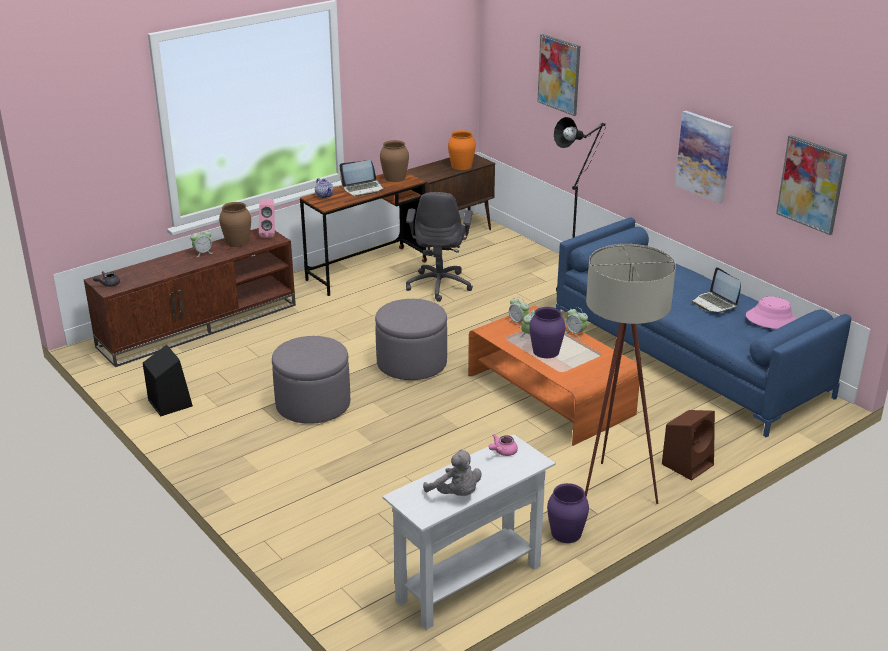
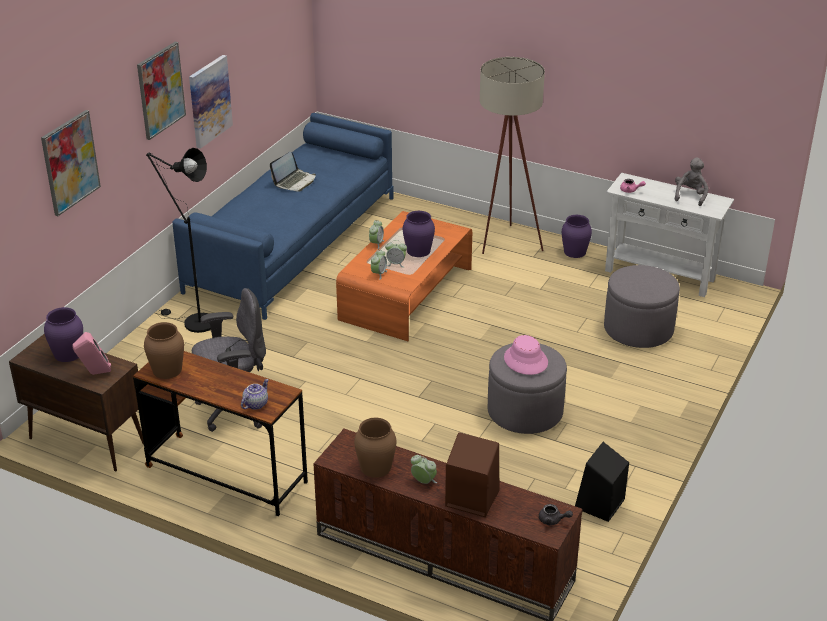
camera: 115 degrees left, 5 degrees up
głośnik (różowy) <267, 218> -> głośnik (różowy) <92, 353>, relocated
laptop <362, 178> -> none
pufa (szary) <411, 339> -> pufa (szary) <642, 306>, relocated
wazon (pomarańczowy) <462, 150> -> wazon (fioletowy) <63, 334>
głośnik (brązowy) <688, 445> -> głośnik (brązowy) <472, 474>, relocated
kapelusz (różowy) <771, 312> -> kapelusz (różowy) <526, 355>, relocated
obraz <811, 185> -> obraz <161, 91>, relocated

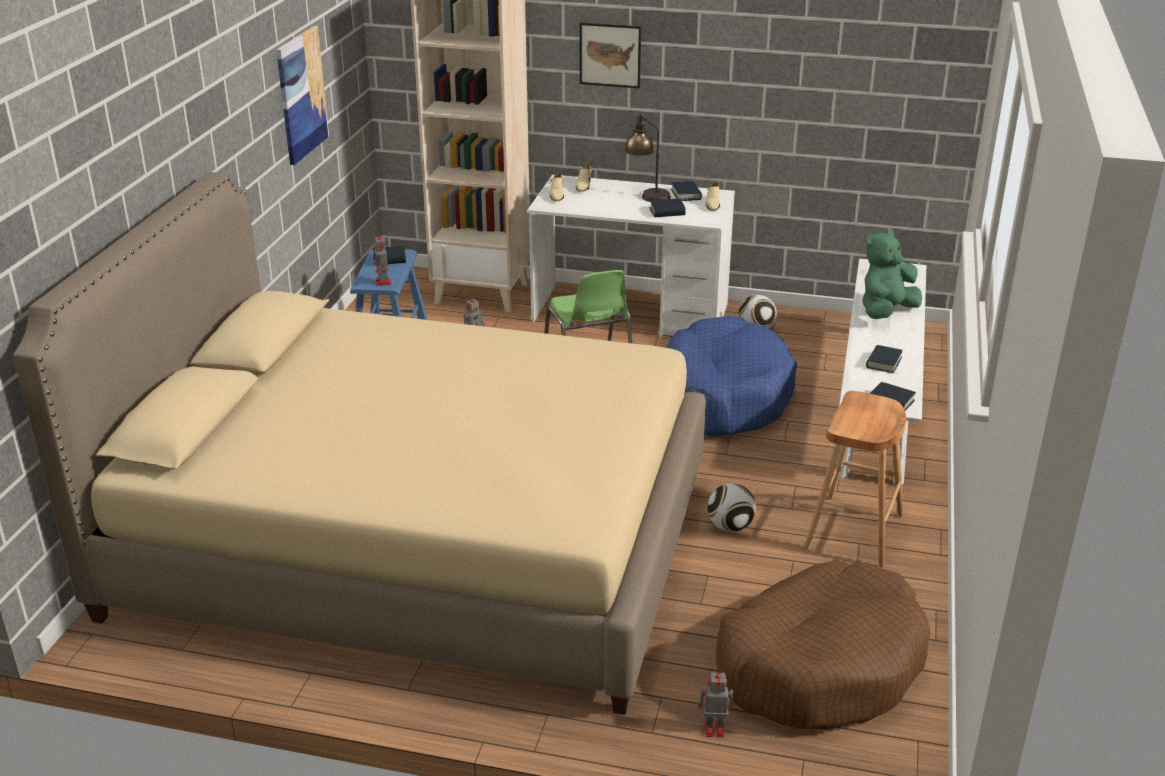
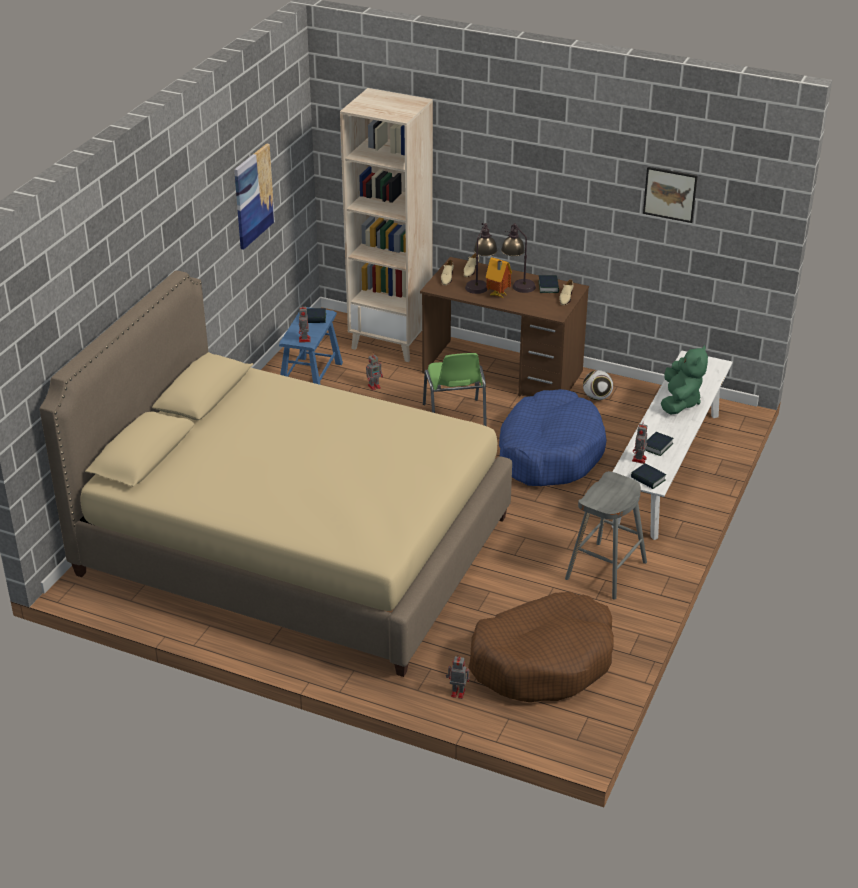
camera: 10 degrees right, 5 degrees up
biurko (biały) <631, 255> -> biurko (brązowy) <504, 326>
obraz <610, 55> -> obraz <670, 195>, relocated
książka <667, 207> -> none
piłka futbolowa <731, 507> -> none
stołek (brązowy) <855, 479> -> stołek (szary) <606, 535>
pluszak (zielony) <892, 274> -> pluszak (zielony) <684, 380>, 135 degrees clockwise
none -> lampa stołowa <481, 258>
none -> domek <498, 278>
none -> robot zabawkowy <639, 444>

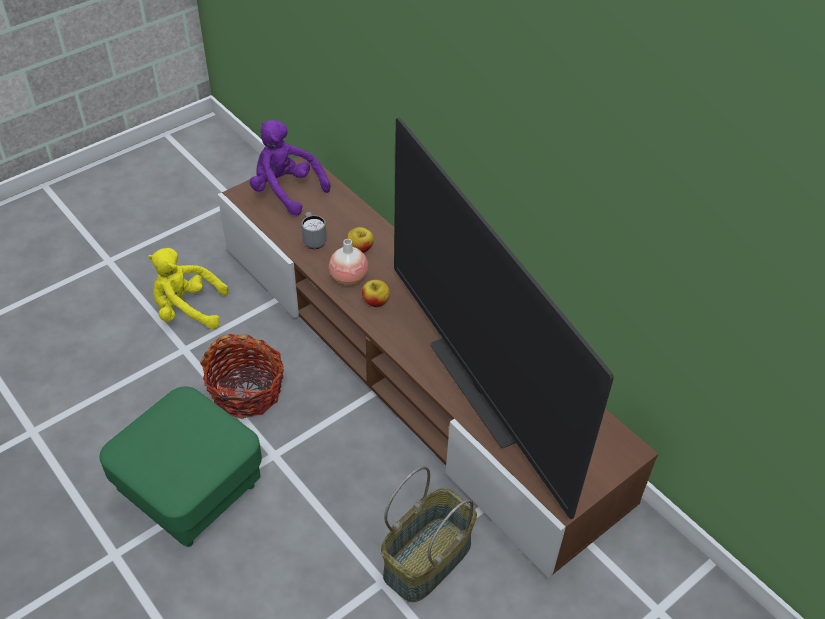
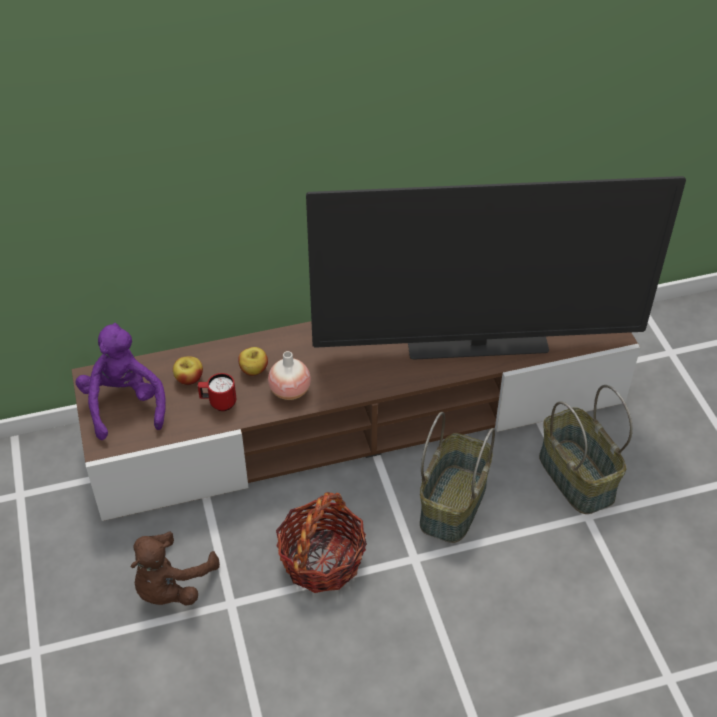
camera: 65 degrees left, 0 degrees up
pufa (zielony) <181, 467> -> none
pluszak (żółty) <188, 288> -> pluszak (brązowy) <175, 568>
pluszak (fioletowy) <290, 168> -> pluszak (fioletowy) <121, 381>, 105 degrees clockwise
kubek (szary) <314, 230> -> kubek (czerwony) <217, 392>
jabłko <376, 293> -> jabłko <188, 370>, relocated
none -> koszyk <457, 477>

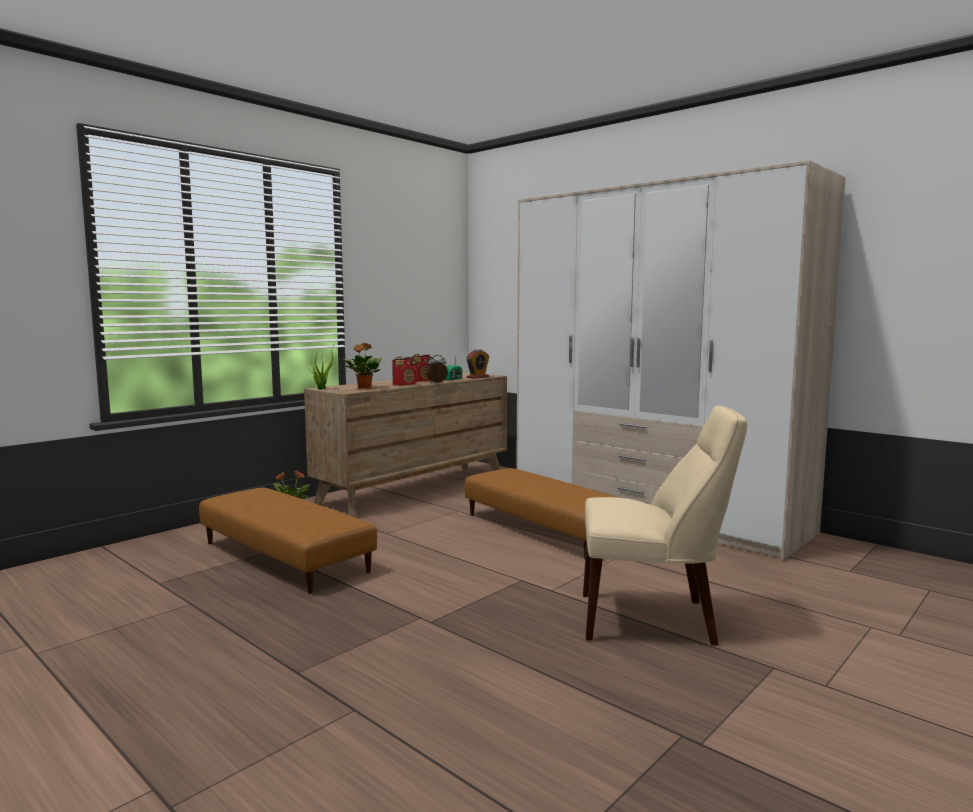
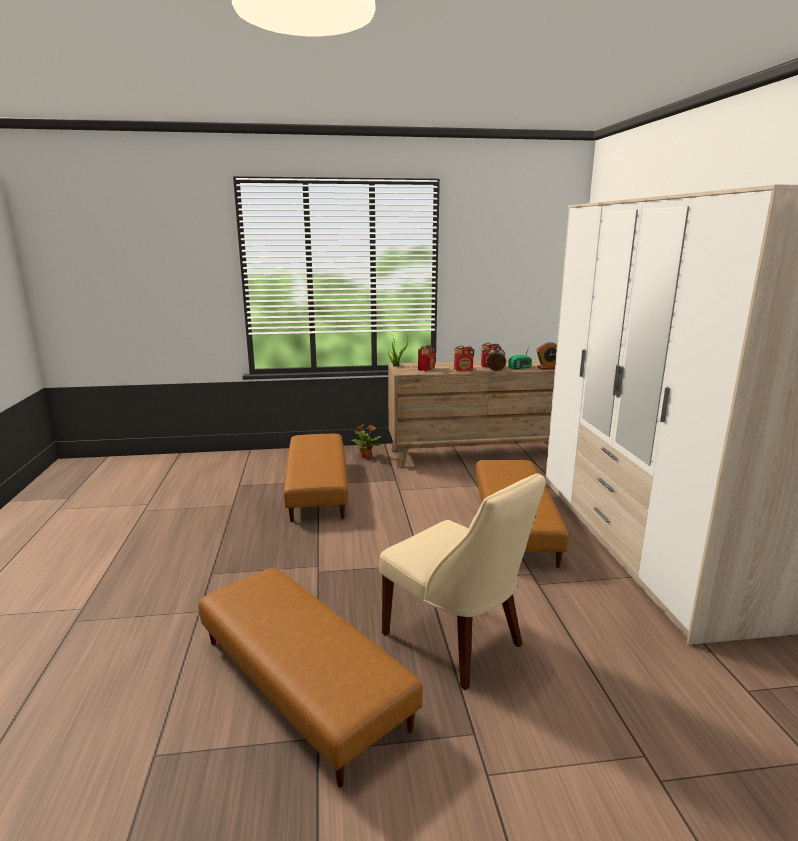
camera: 40 degrees right, 10 degrees up
roślina doniczkowa <362, 365> -> radio <426, 358>
none -> pufa (brązowy) <310, 677>

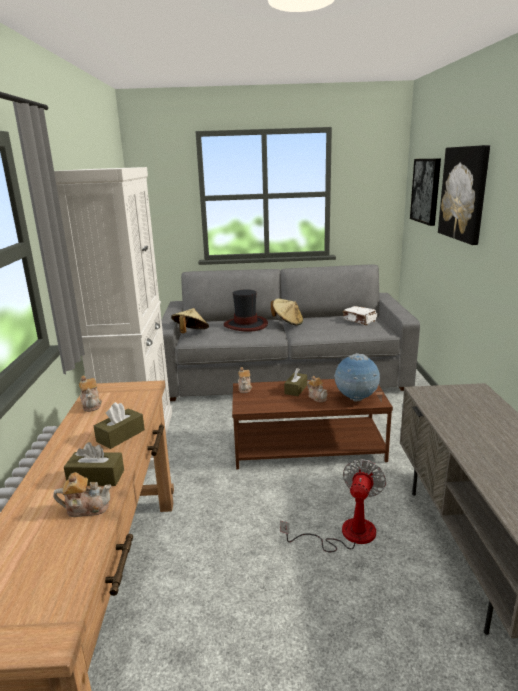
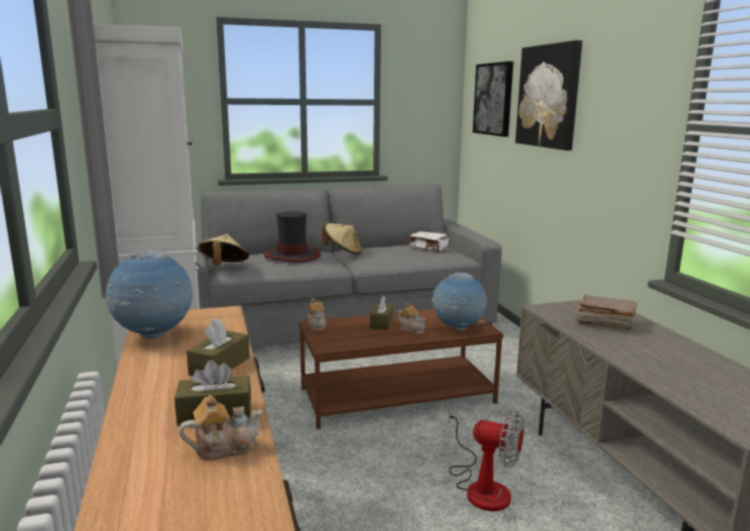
camera: 15 degrees left, 5 degrees down
imbryk <90, 393> -> globus <149, 294>
wentylator <333, 505> -> wentylator <486, 459>, 105 degrees clockwise
none -> książka (brązowy) <606, 312>

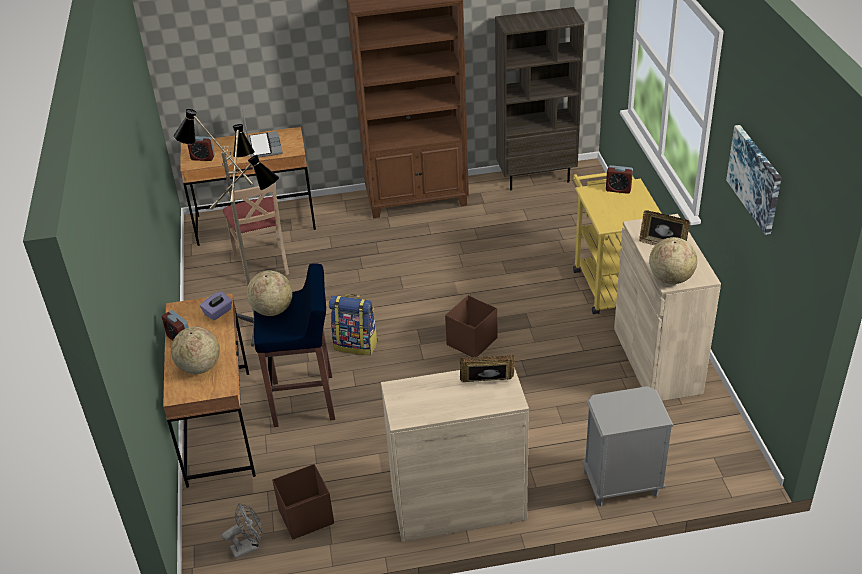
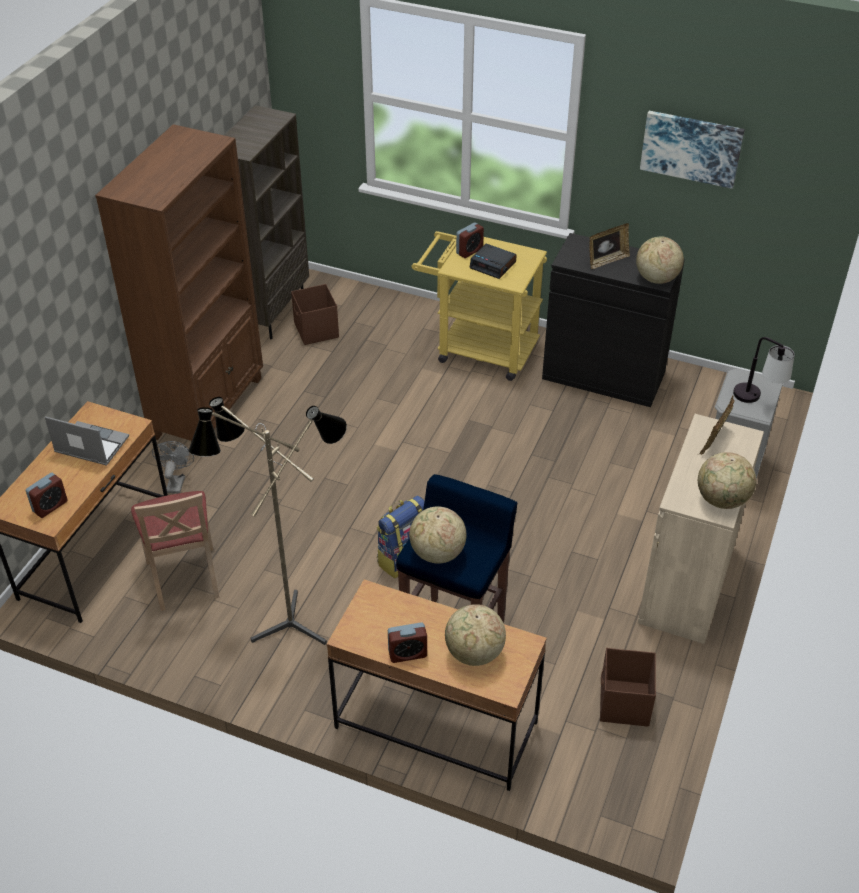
camera: 60 degrees left, 5 degrees up
pudełko chusteczek (fioletowy) <216, 305> -> none
wentylator (szary) <242, 531> -> wentylator (szary) <173, 467>, relocated
krzesło (beżowy) <256, 232> -> krzesło (beżowy) <175, 551>, 60 degrees clockwise
pojemnik do przechowywania (brązowy) <471, 326> -> pojemnik do przechowywania (brązowy) <315, 314>, relocated
szafka (beżowy) <667, 307> -> szafka (czarny) <613, 320>
none -> budzik <493, 261>
none -> globus <727, 480>
none -> lampa stołowa <764, 370>

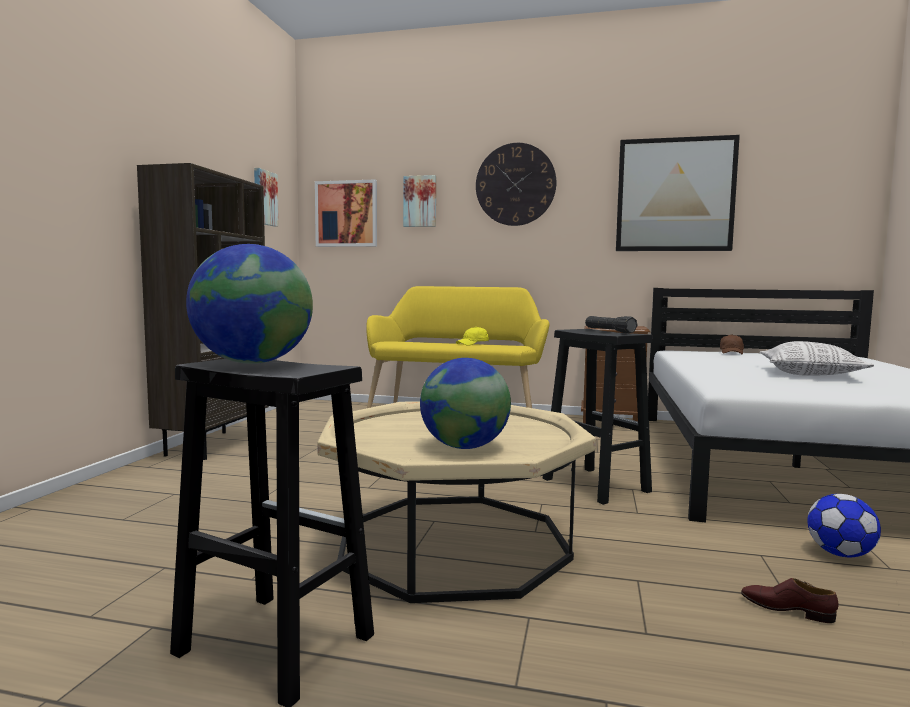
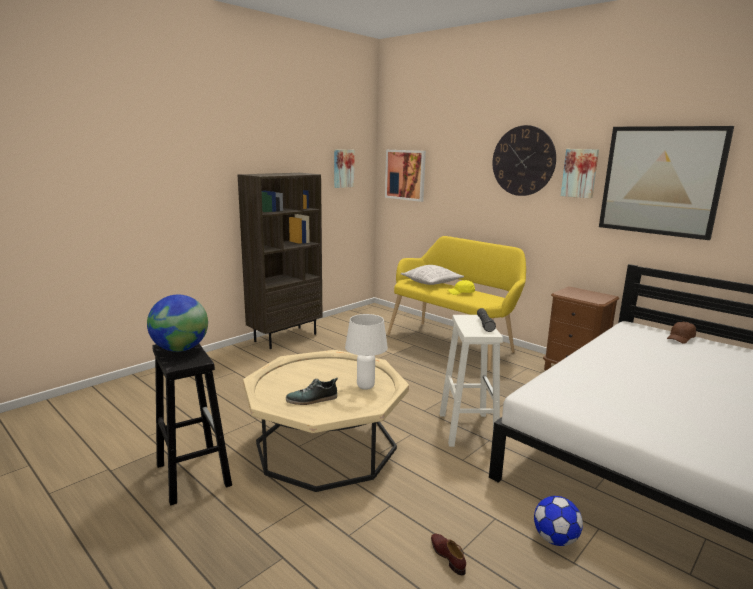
camera: 30 degrees right, 10 degrees up
obraz <419, 201> -> obraz <580, 174>, relocated
globus <465, 403> -> but <312, 391>
stołek (czarny) <598, 417> -> stołek (biały) <471, 381>
poduszka <817, 358> -> poduszka <432, 275>, relocated
none -> lampa stołowa (biały) <366, 352>

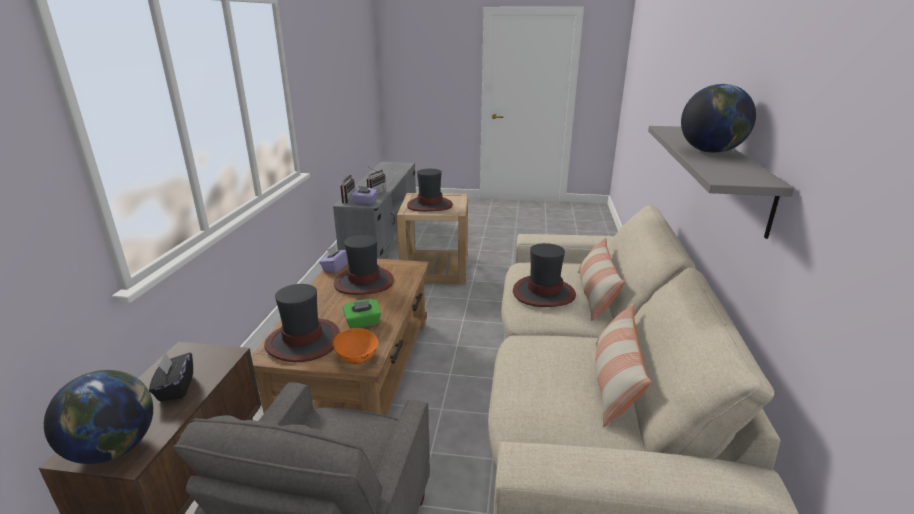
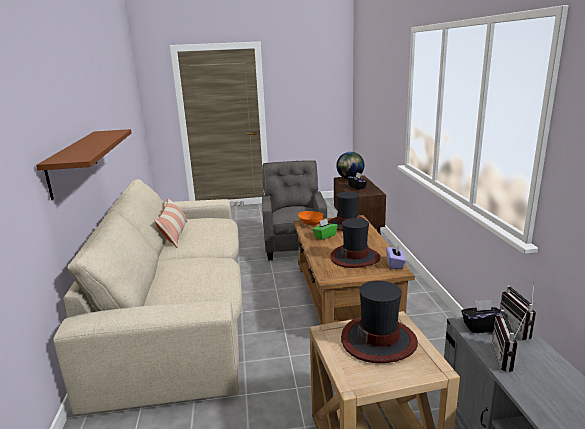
camera: 165 degrees right, 5 degrees down
pudełko chusteczek (fioletowy) <364, 195> -> pudełko chusteczek (czarny) <484, 316>
kapelusz <544, 275> -> none
poduszka <601, 279> -> none
półka (szary) <721, 182> -> półka (brązowy) <84, 164>
globus <718, 118> -> none

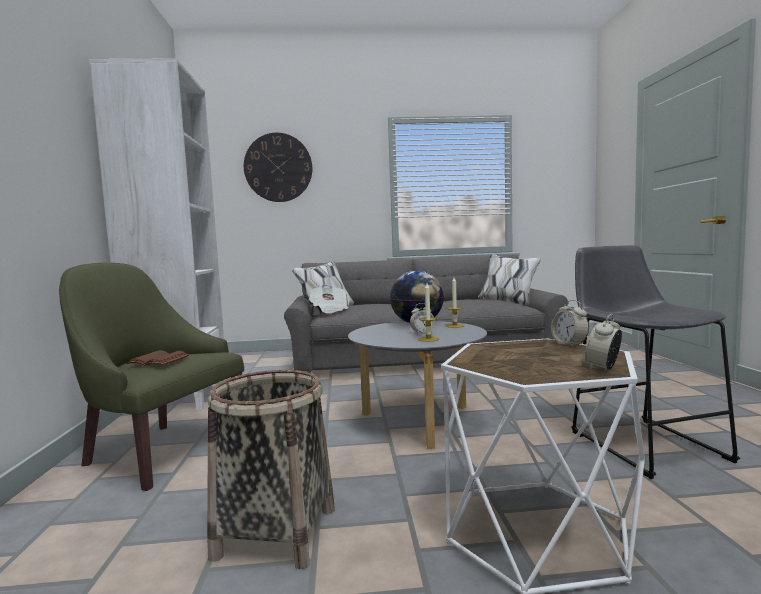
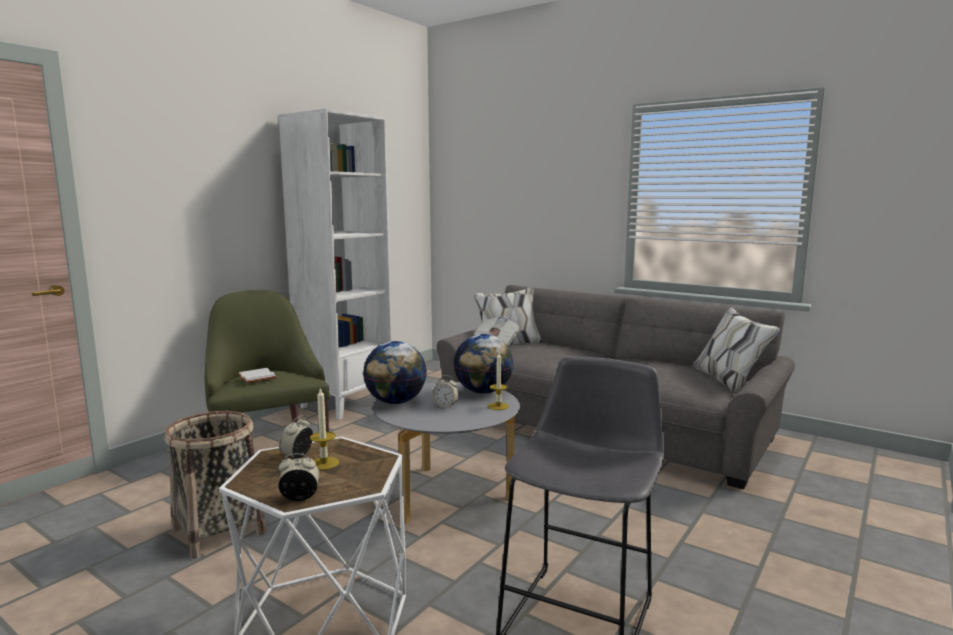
camera: 40 degrees right, 5 degrees up
książka (brązowy) <157, 358> -> książka (biały) <257, 375>
zegar ścienny <278, 167> -> none
świeca <428, 312> -> świeca <324, 429>, relocated
budzik <570, 323> -> budzik <296, 437>, relocated
none -> globus <395, 372>

